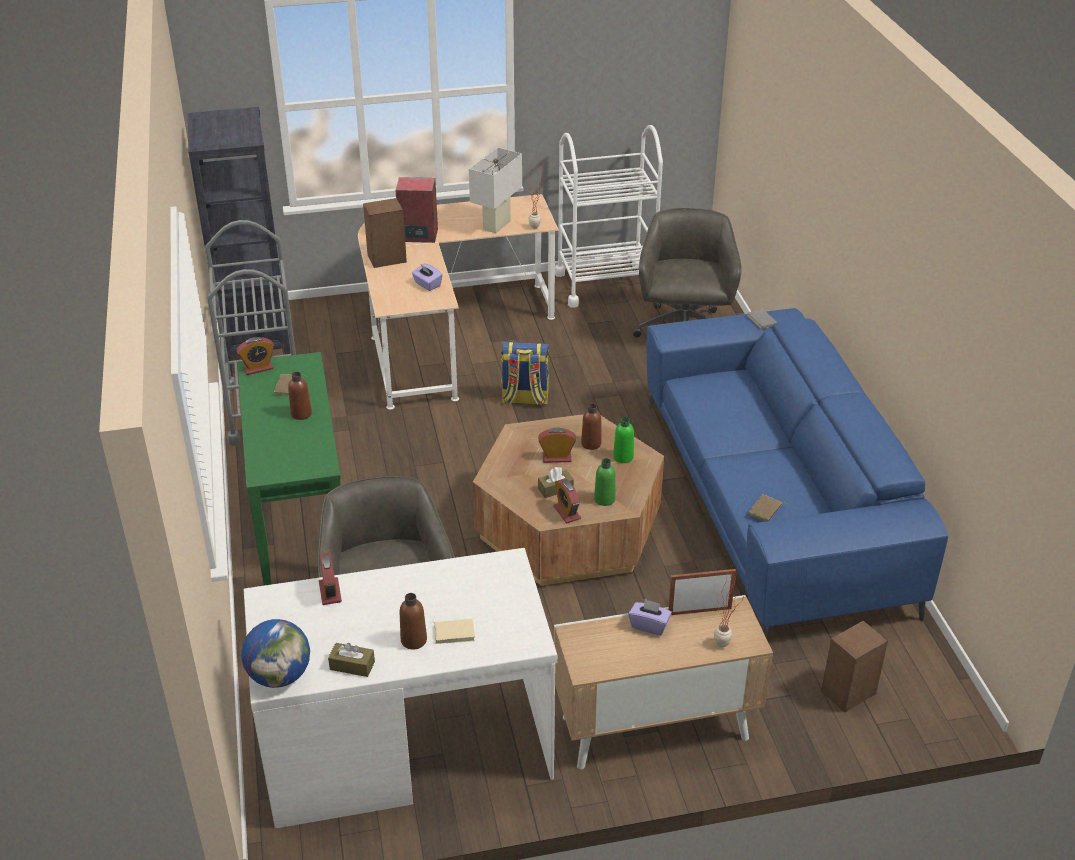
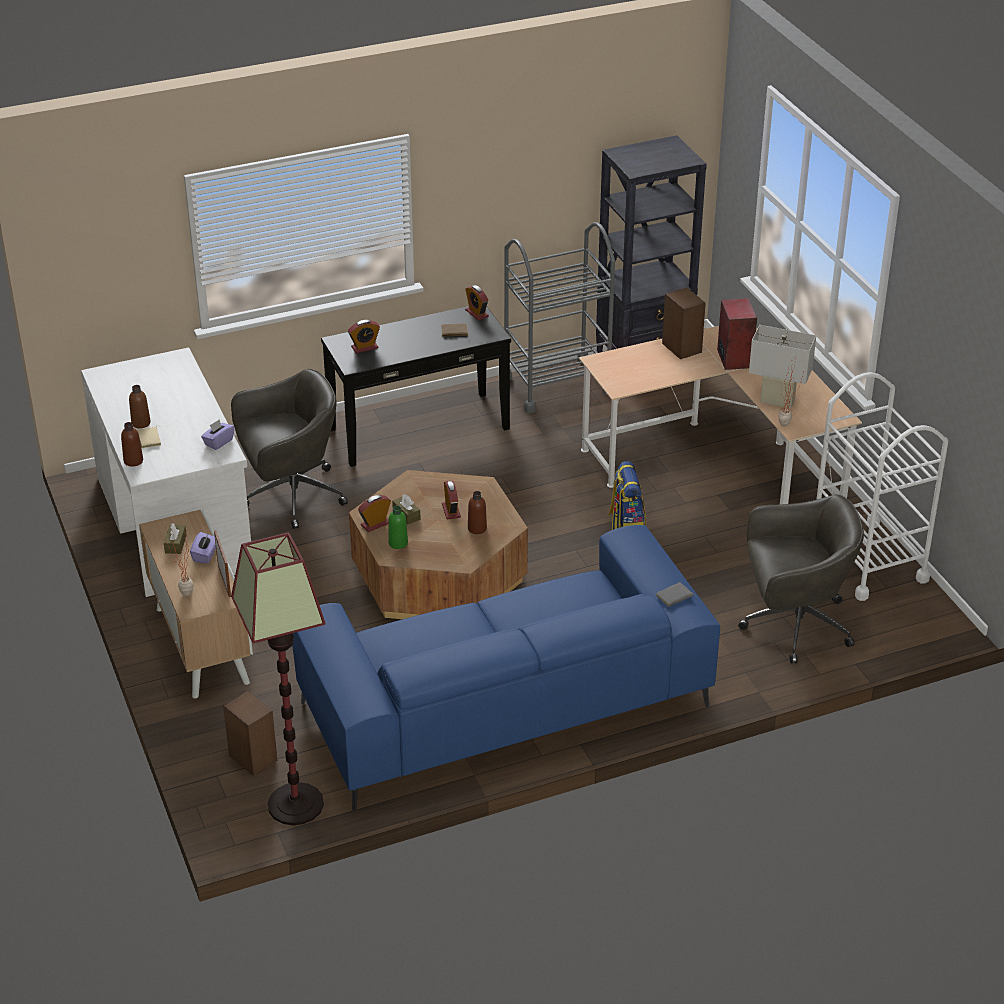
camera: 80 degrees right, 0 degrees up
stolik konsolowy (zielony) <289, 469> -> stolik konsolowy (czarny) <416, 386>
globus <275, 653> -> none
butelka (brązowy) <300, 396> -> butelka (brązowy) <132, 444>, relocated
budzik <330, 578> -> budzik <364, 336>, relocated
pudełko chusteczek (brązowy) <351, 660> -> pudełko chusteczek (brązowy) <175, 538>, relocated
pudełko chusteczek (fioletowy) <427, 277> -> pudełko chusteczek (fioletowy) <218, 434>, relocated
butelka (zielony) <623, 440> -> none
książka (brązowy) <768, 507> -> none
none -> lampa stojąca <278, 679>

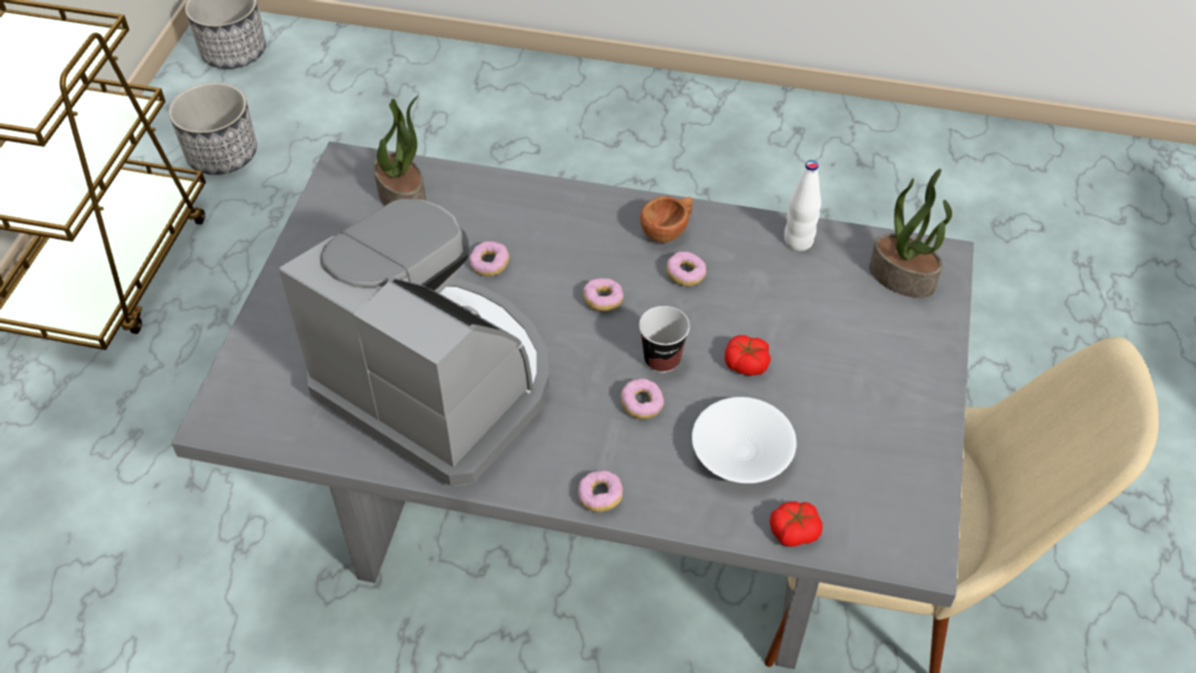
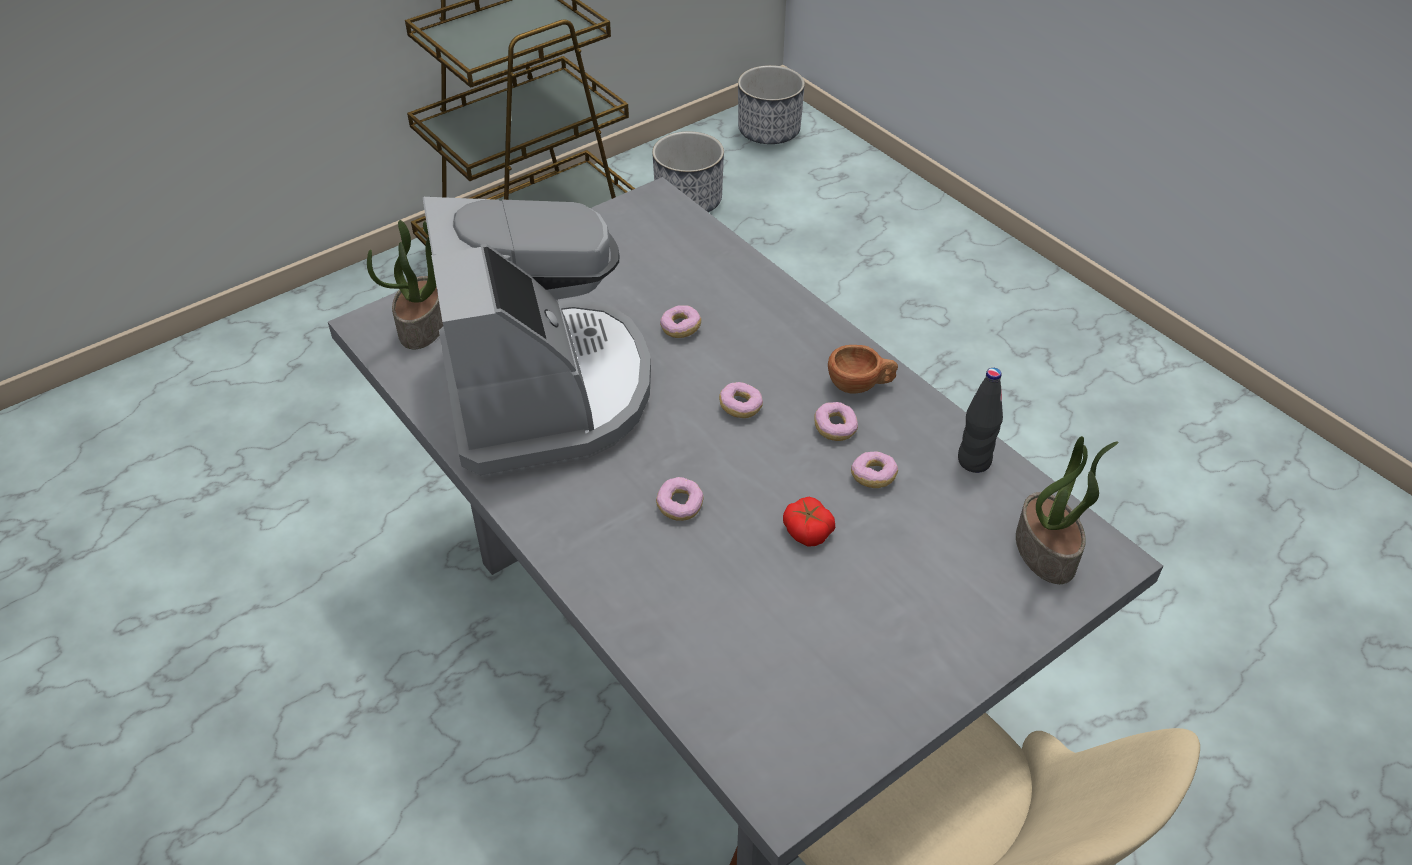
camera: 40 degrees right, 5 degrees down
roślina doniczkowa <400, 151> -> roślina doniczkowa <405, 284>, relocated
donut <600, 491> -> donut <874, 469>, relocated
filiżanka <664, 339> -> none
miska (biały) <744, 440> -> none
pomidor <796, 524> -> none
butelka (biały) <802, 205> -> butelka (czarny) <980, 420>

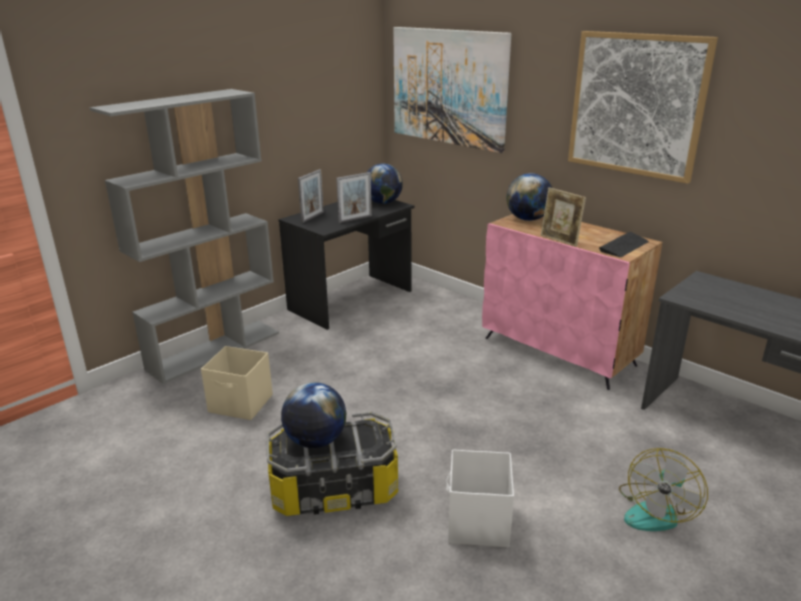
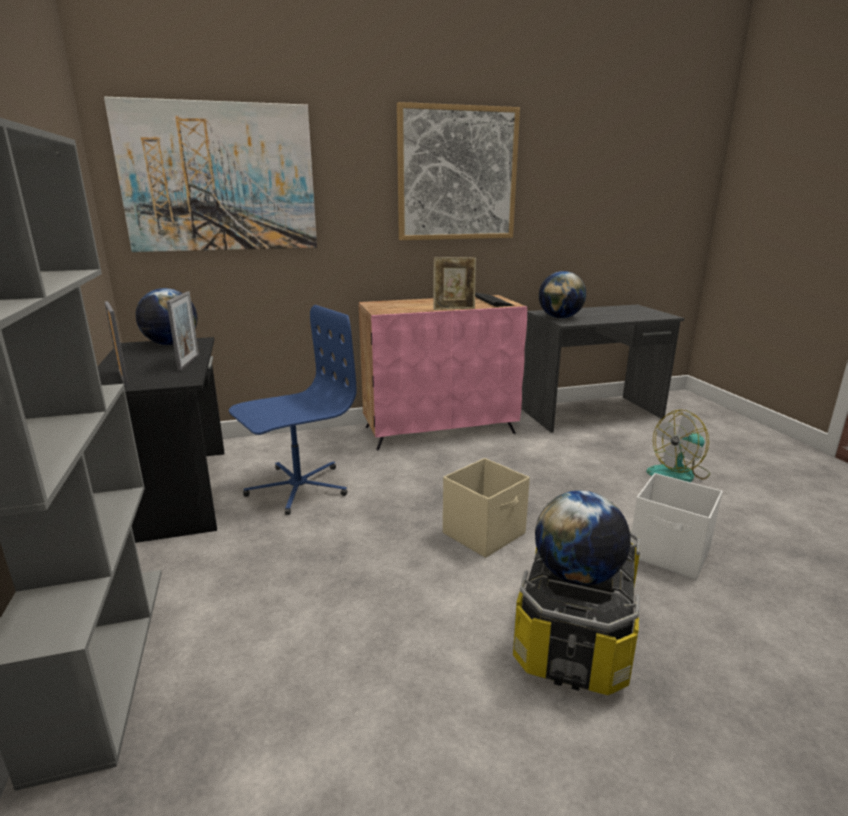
camera: 60 degrees left, 5 degrees down
pojemnik do przechowywania (beżowy) <237, 383> -> pojemnik do przechowywania (beżowy) <486, 508>, relocated
globus <529, 197> -> globus <562, 294>, relocated
wentylator <663, 489> -> wentylator <678, 446>, 90 degrees clockwise
none -> krzesło biurowe (niebieski) <293, 410>

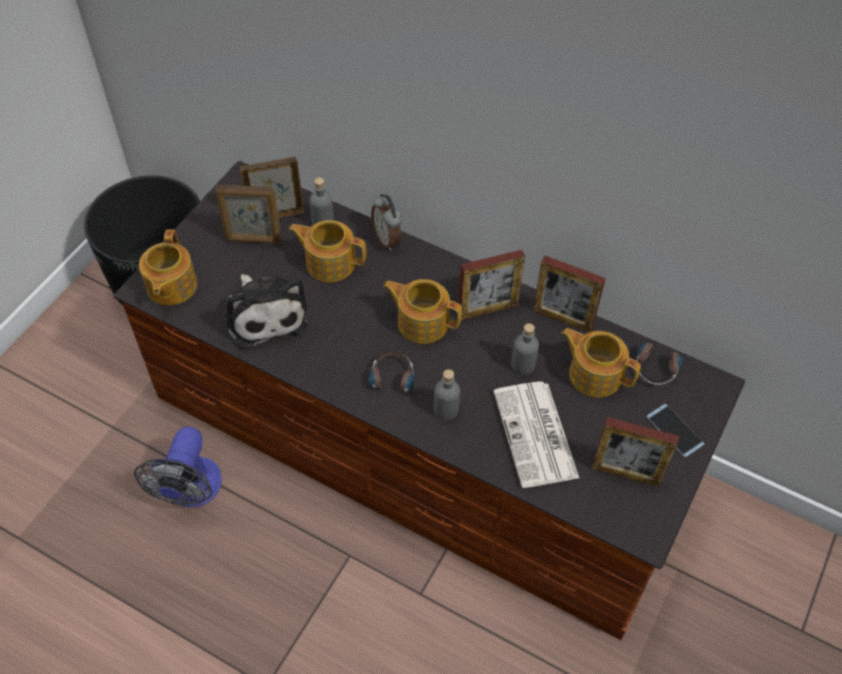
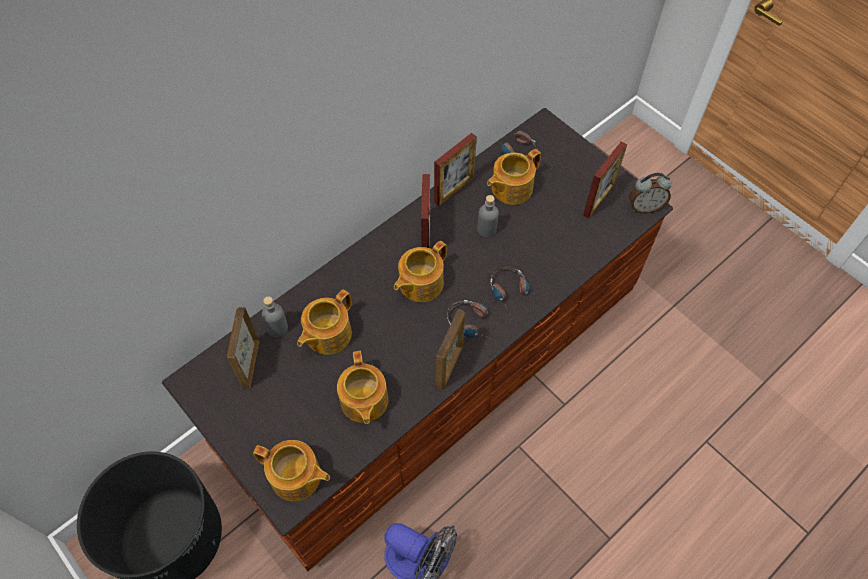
camera: 70 degrees left, 5 degrees up
ramka na zdjęcie <248, 214> -> ramka na zdjęcie <450, 349>, relocated
pluszak <266, 312> -> imbryk <362, 387>
budzik <386, 222> -> budzik <650, 193>, relocated
butelka (szary) <447, 394> -> słuchawki <510, 286>
gazeta <536, 435> -> none
telefon <675, 430> -> none

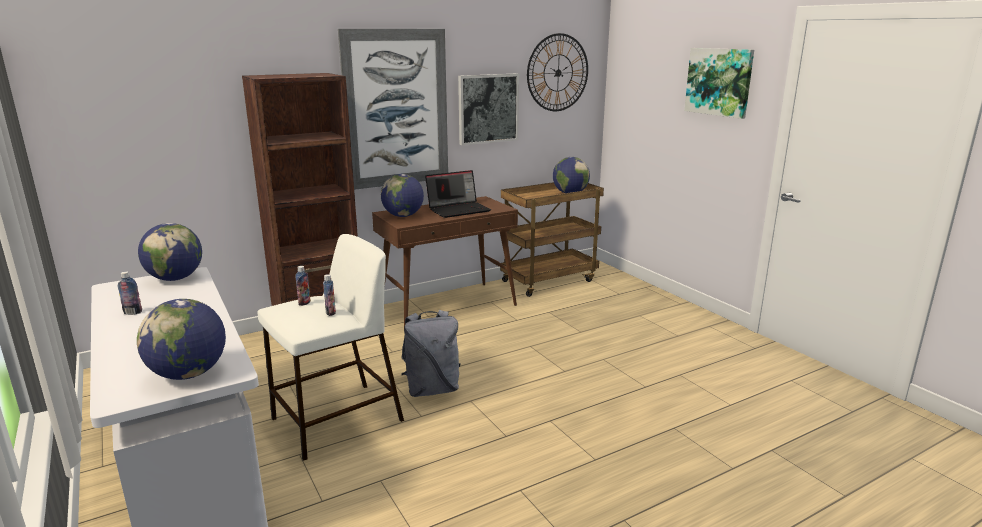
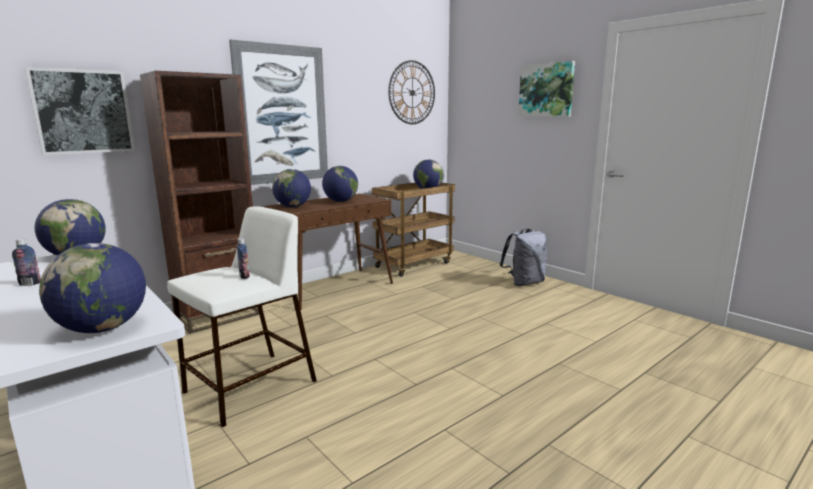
camera: 10 degrees left, 5 degrees down
butelka <303, 286> -> none
plecak (szary) <431, 353> -> plecak (szary) <523, 257>, relocated
laptop <458, 194> -> globus <340, 184>
obraz <488, 109> -> obraz <80, 111>, relocated

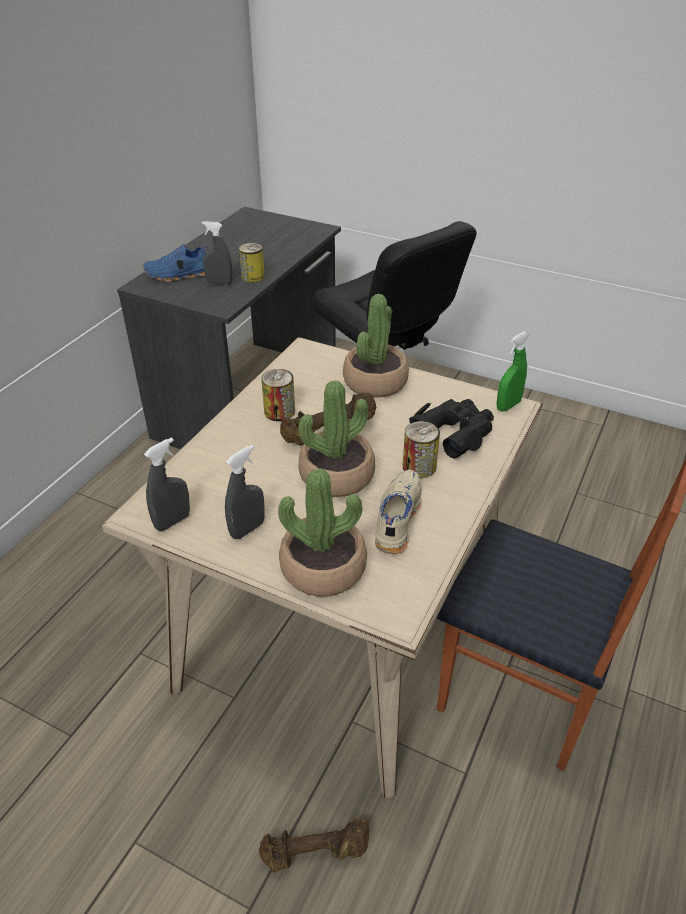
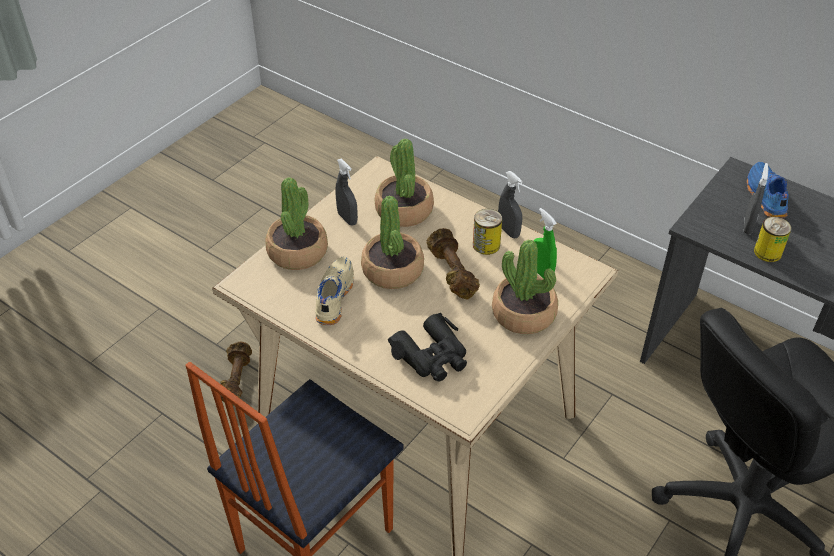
camera: 100 degrees right, 5 degrees up
spryskiwacz (szary) <167, 484> -> spryskiwacz (szary) <510, 204>, relocated
but (beżowy) <398, 512> -> but (beżowy) <334, 291>, 105 degrees counterclockwise
puszka <421, 449> -> none
spryskiwacz (zielony) <512, 371> -> spryskiwacz (zielony) <545, 243>, relocated
none -> roślina doniczkowa <404, 183>

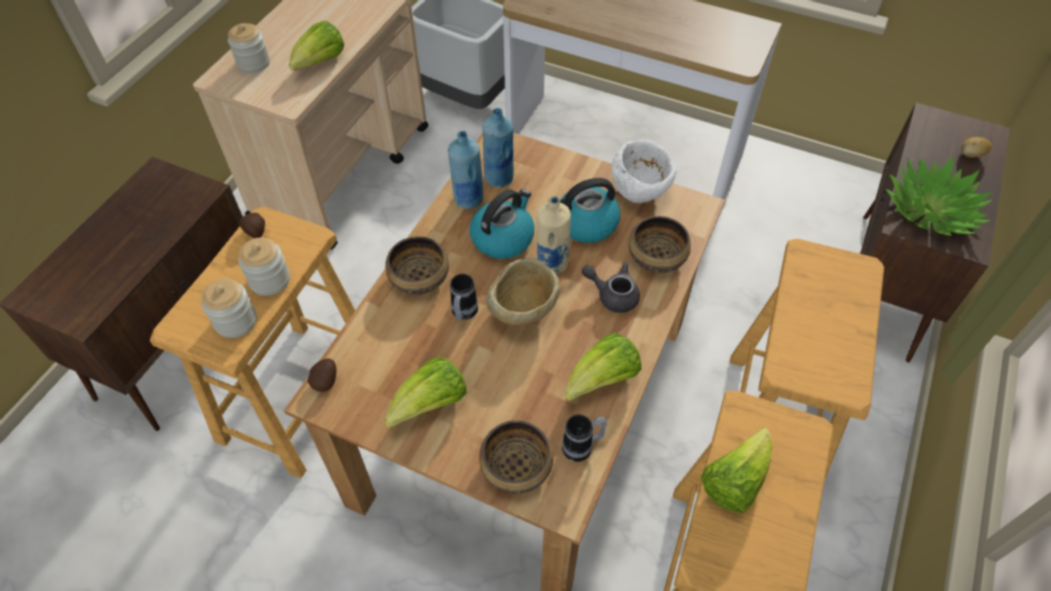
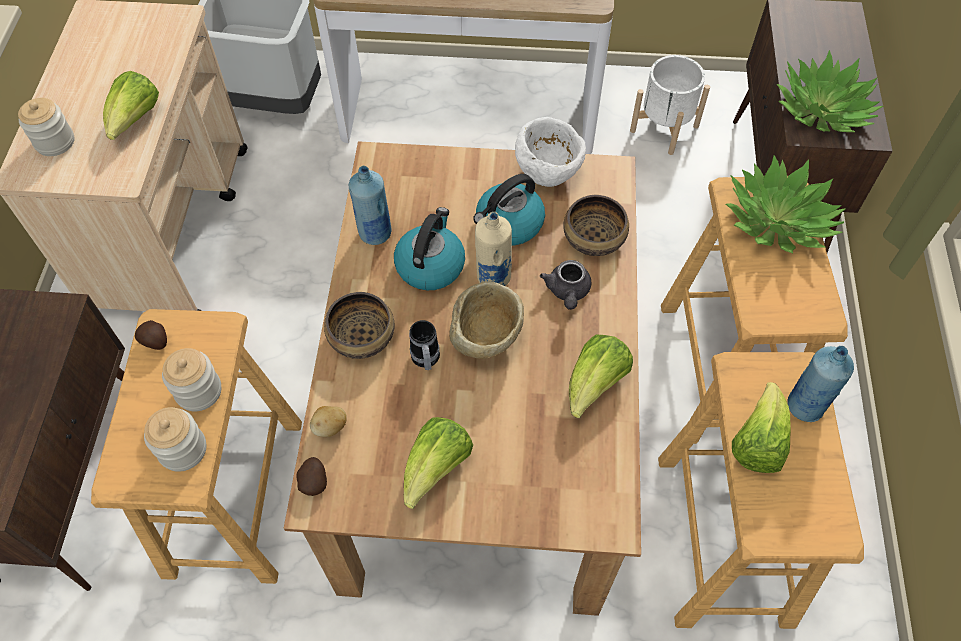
camera: 20 degrees left, 5 degrees up
miska <516, 457> -> none
butelka (niebieski) <498, 147> -> butelka (niebieski) <820, 384>, relocated
kubek <584, 438> -> none
imbryk (szary) <611, 287> -> imbryk (szary) <565, 285>, 90 degrees counterclockwise
ziemniak <976, 147> -> ziemniak <328, 421>, relocated
none -> donica (biały) <670, 105>
none -> roślina doniczkowa <786, 204>

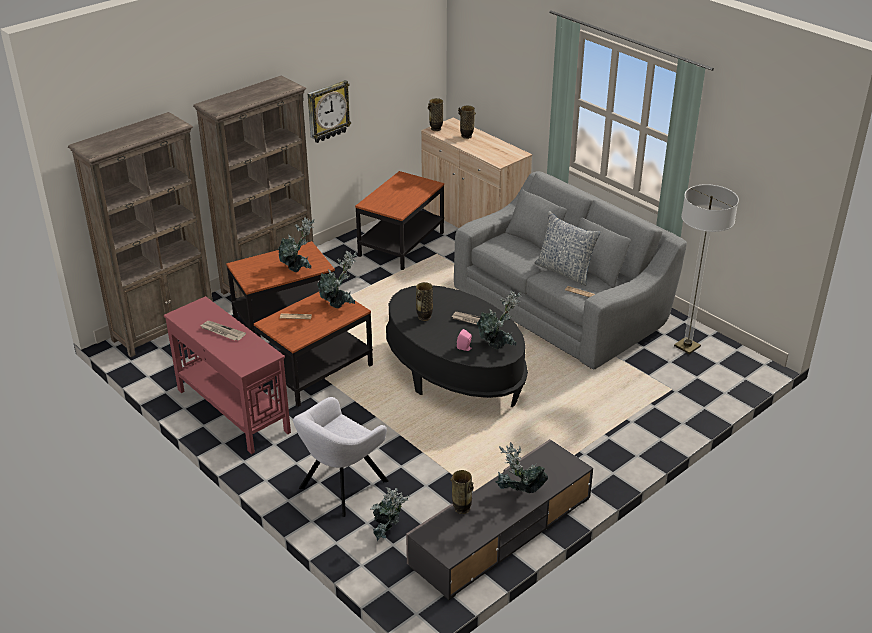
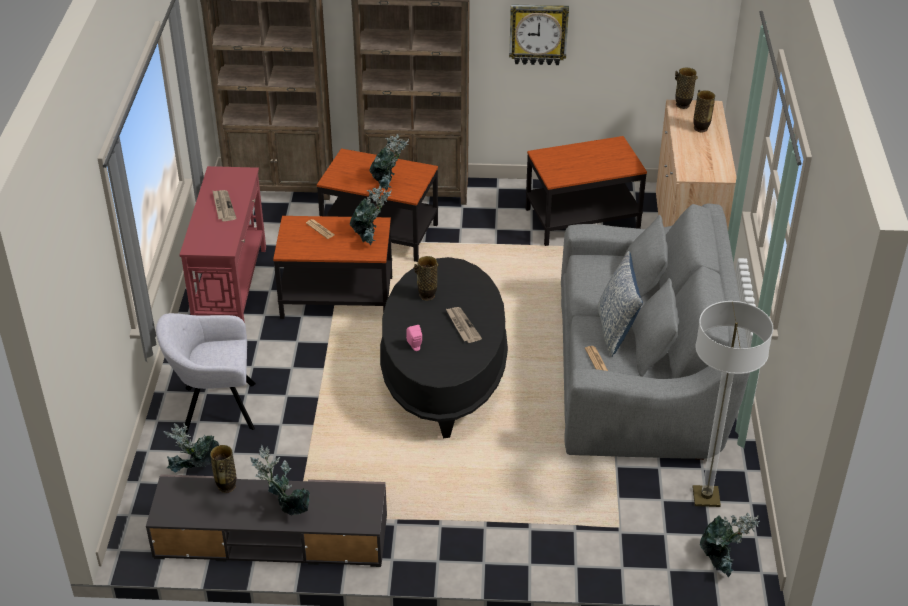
camera: 45 degrees right, 5 degrees up
roślina doniczkowa <498, 320> -> roślina doniczkowa <730, 545>, relocated

